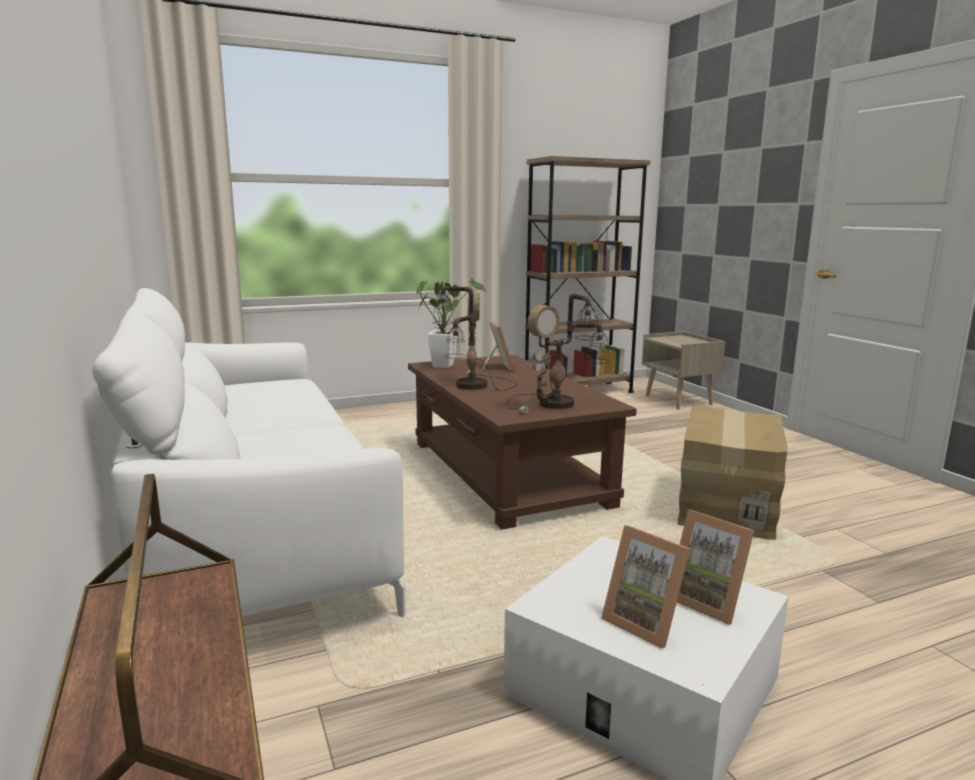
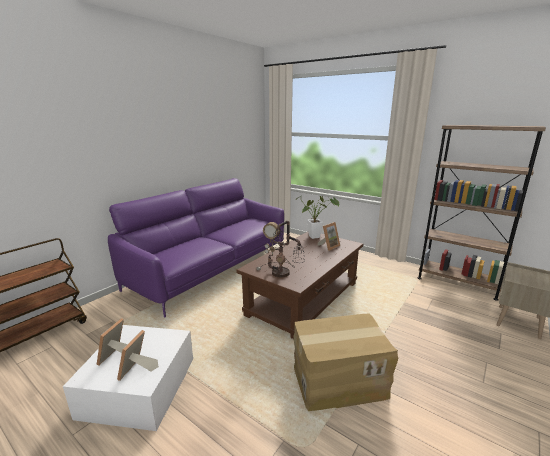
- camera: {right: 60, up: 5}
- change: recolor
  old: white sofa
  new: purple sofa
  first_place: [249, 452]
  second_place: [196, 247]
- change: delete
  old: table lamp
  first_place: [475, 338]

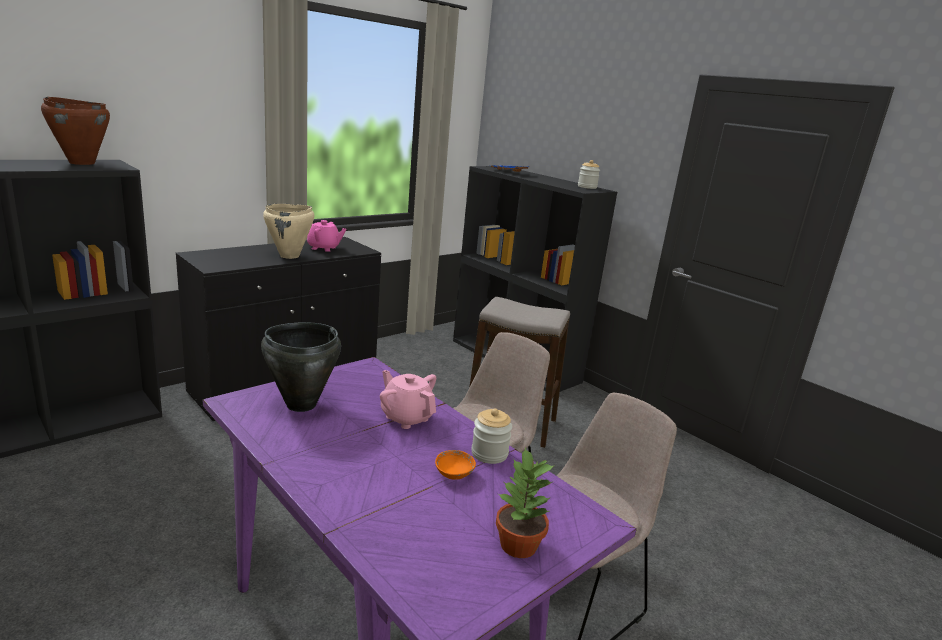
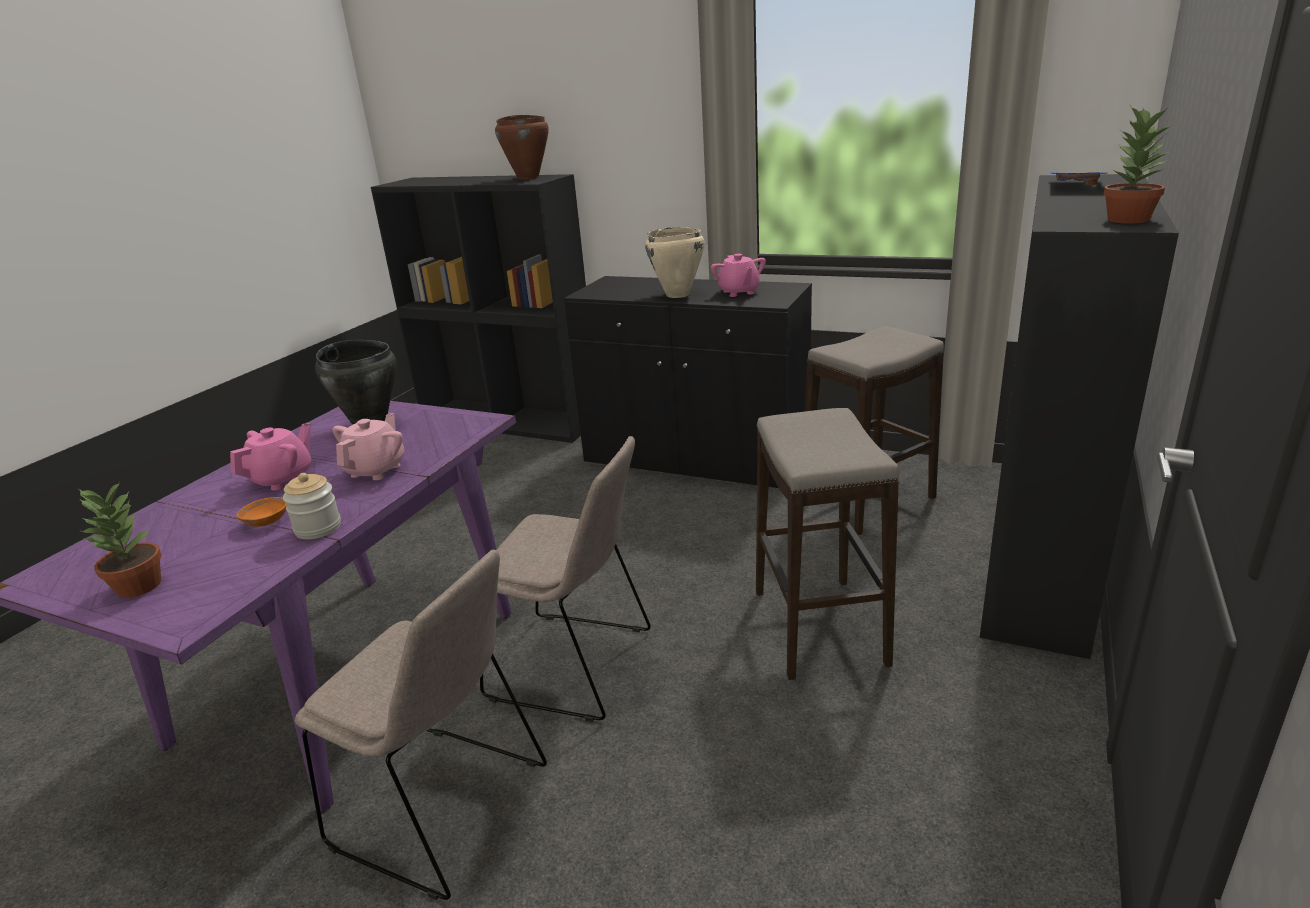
- camera: {right: 70, up: 5}
- change: replace
  old: jar
  new: potted plant
  first_place: [589, 174]
  second_place: [1138, 164]
- change: insert
  new: pink teapot
  second_place: [270, 457]
- change: insert
  new: stool
  second_place: [874, 431]

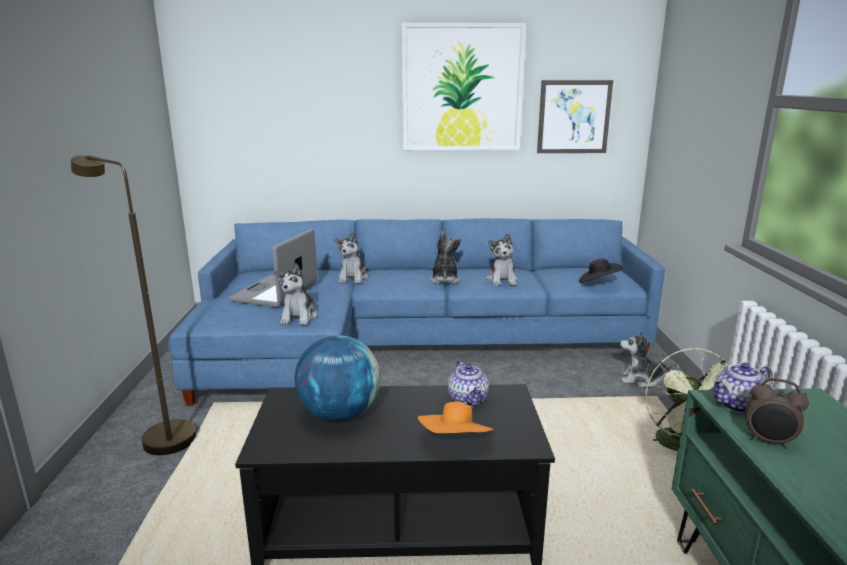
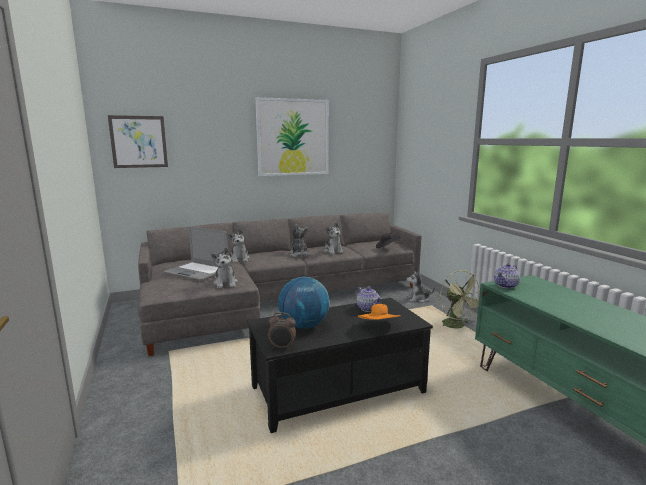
- camera: {right: -20, up: -5}
- change: delete
  old: brown floor lamp
  first_place: [133, 305]
- change: recolor
  old: blue sofa
  new: grey sofa
  first_place: [416, 312]
  second_place: [279, 284]
- change: rotate
  old: laptop
  first_place: [273, 267]
  second_place: [196, 253]
  degrees: -60
- change: move
  old: picture
  first_place: [575, 116]
  second_place: [138, 141]
- change: move
  old: alarm clock
  first_place: [777, 413]
  second_place: [282, 331]

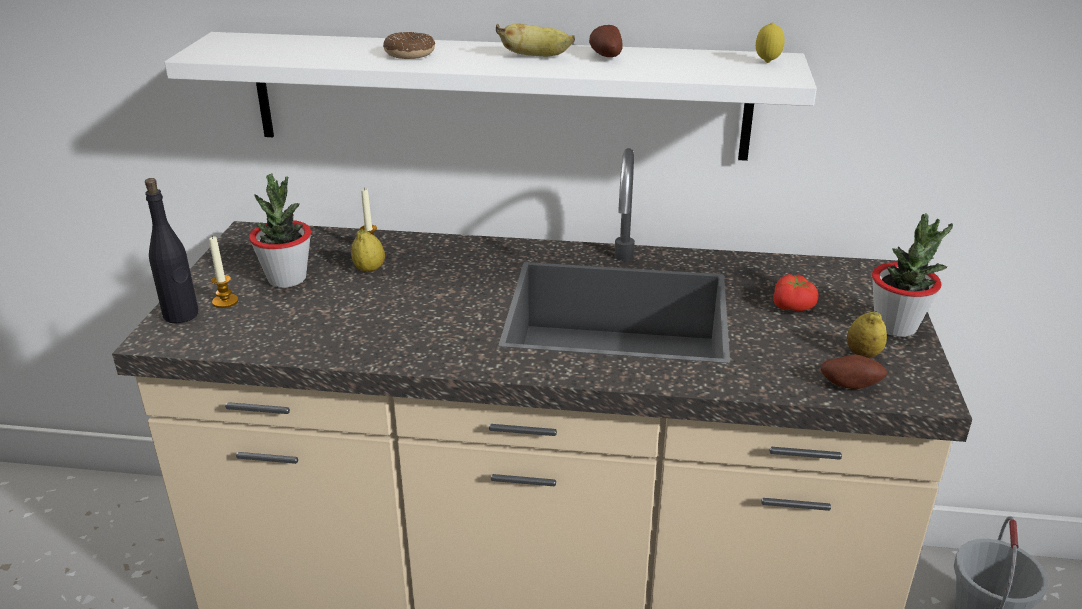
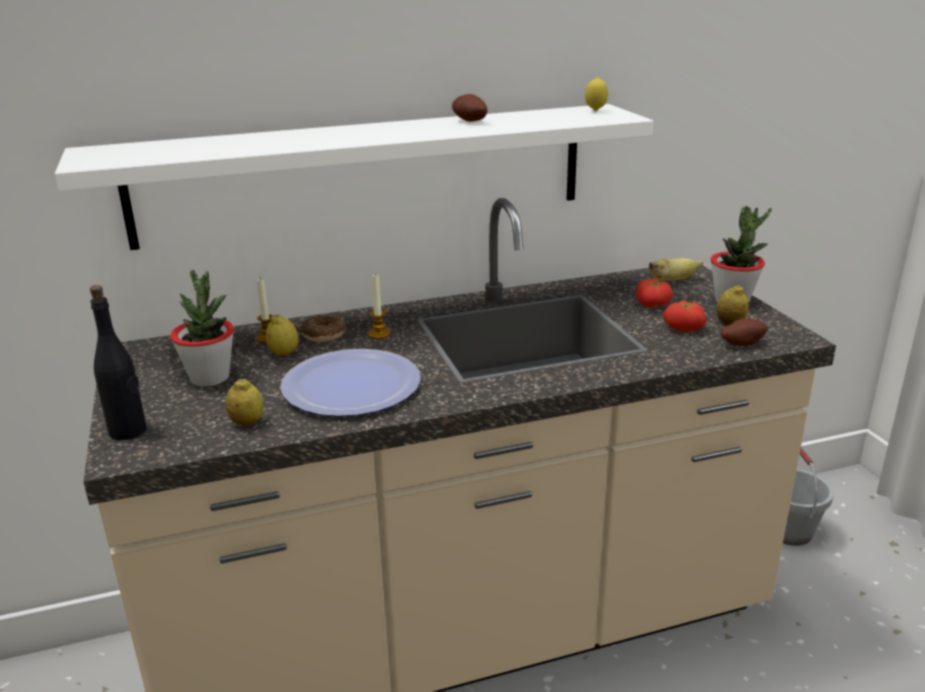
- camera: {right: -25, up: -5}
- change: move
  old: candle
  first_place: [223, 272]
  second_place: [379, 306]
- change: move
  old: donut
  first_place: [409, 45]
  second_place: [323, 328]
- change: move
  old: banana
  first_place: [535, 40]
  second_place: [676, 269]
- change: insert
  new: lemon
  second_place: [244, 402]
- change: insert
  new: plate
  second_place: [350, 382]
- change: insert
  new: tomato
  second_place: [684, 316]

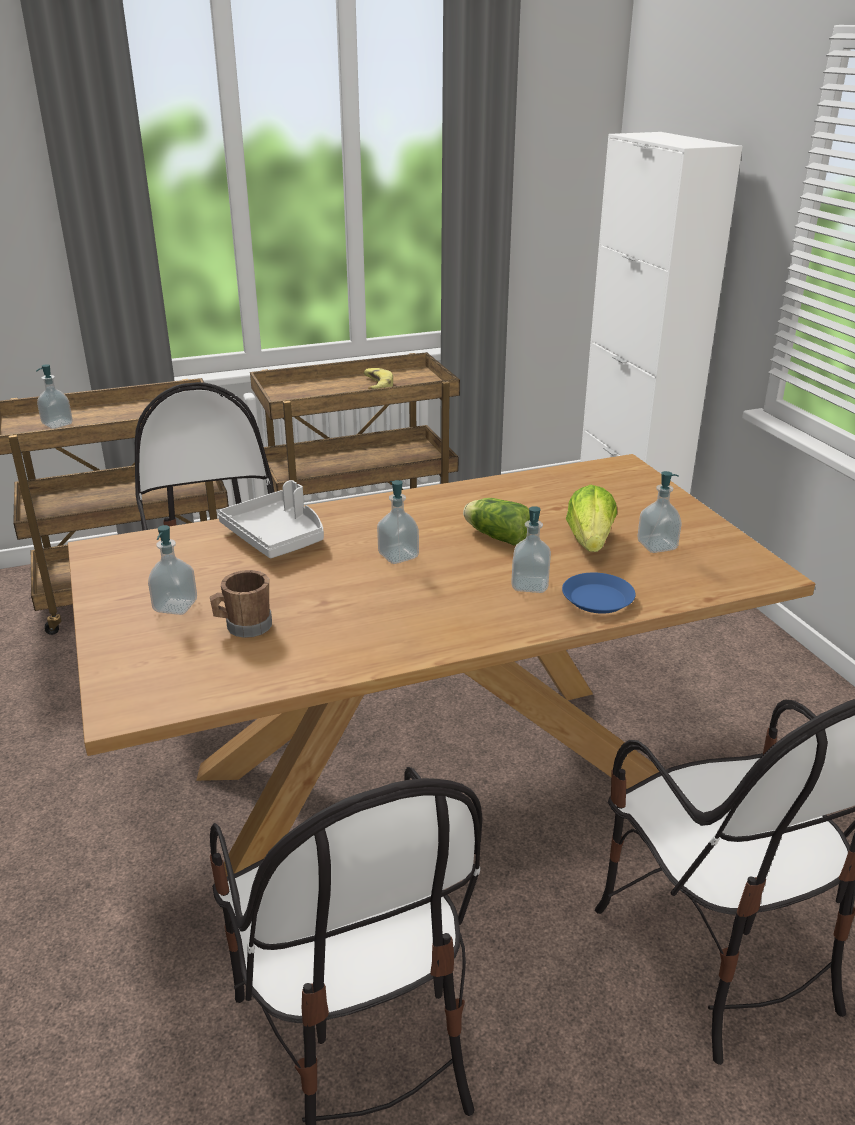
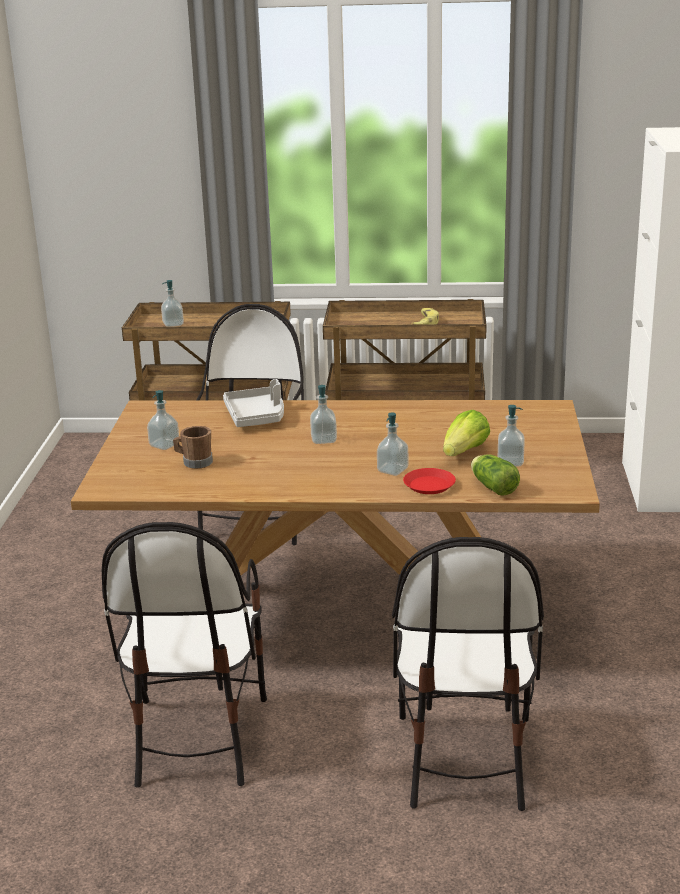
- camera: {right: 25, up: -5}
- change: move
  old: lettuce
  first_place: [496, 521]
  second_place: [495, 475]
- change: recolor
  old: blue plate
  new: red plate
  first_place: [599, 593]
  second_place: [429, 481]

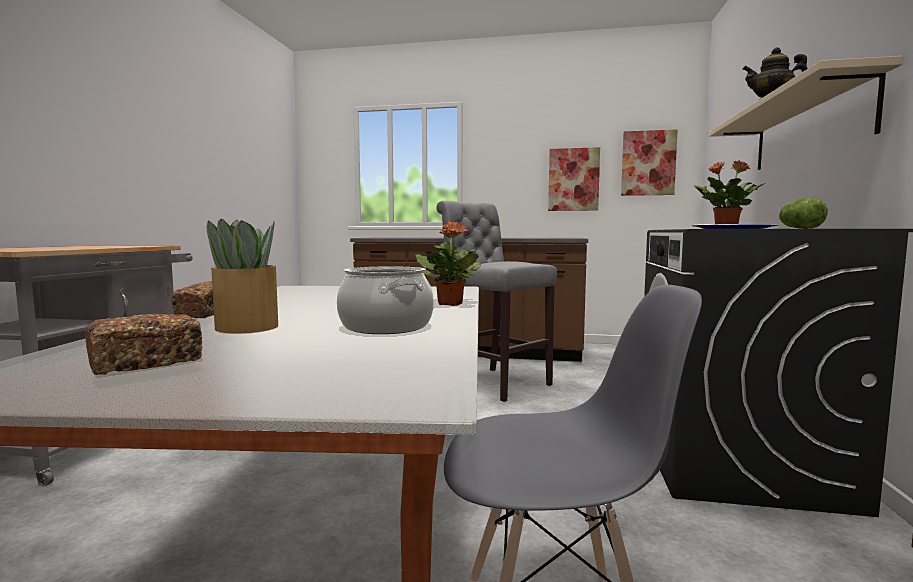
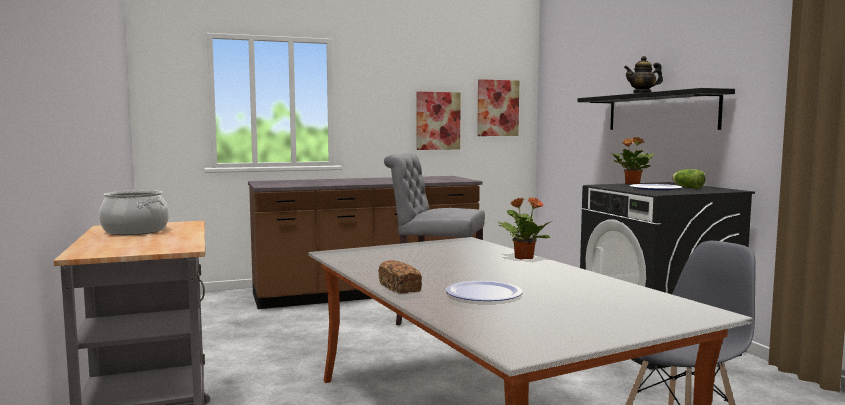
- camera: {right: -30, up: 0}
- change: delete
  old: bread
  first_place: [144, 344]
- change: replace
  old: potted plant
  new: plate
  first_place: [242, 276]
  second_place: [484, 291]
- change: move
  old: cooking pot
  first_place: [385, 300]
  second_place: [134, 212]
- change: recolor
  old: beige shelf
  new: black shelf
  first_place: [806, 113]
  second_place: [656, 109]

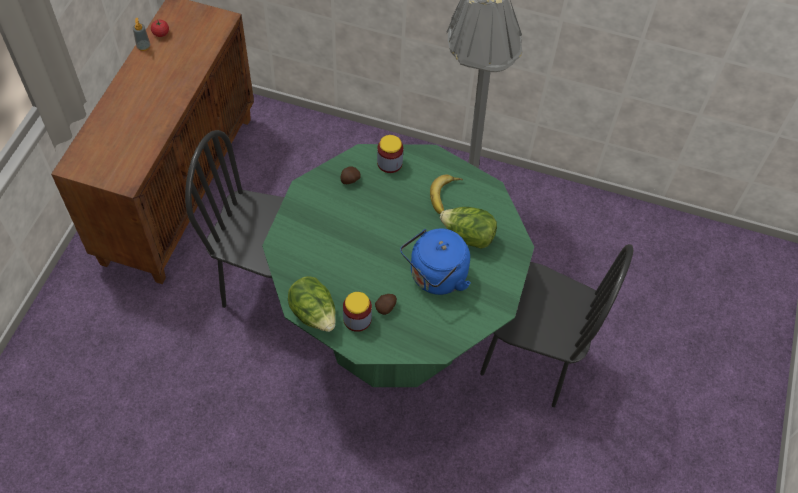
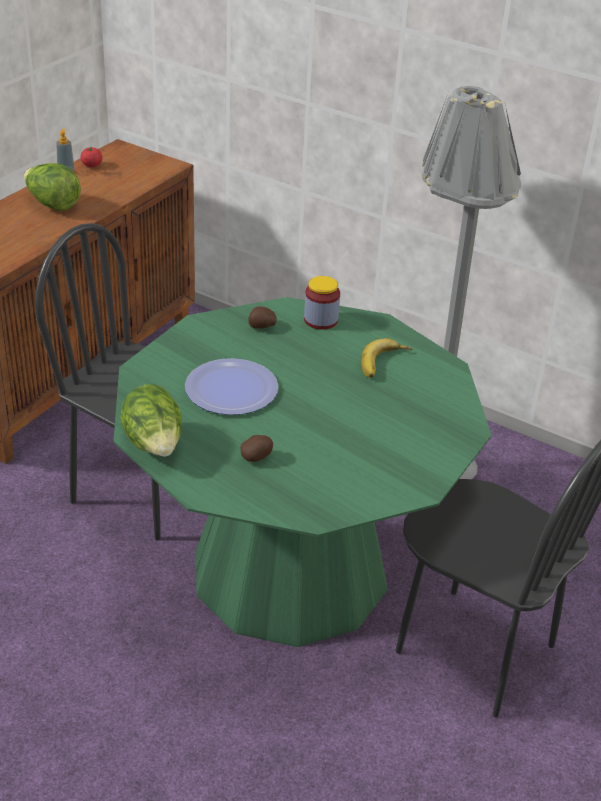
- camera: {right: 15, up: -20}
- change: delete
  old: jar
  first_place: [357, 312]
- change: delete
  old: blue kettle
  first_place: [435, 262]
- change: move
  old: lettuce
  first_place: [468, 228]
  second_place: [52, 187]
- change: insert
  new: plate
  second_place: [232, 386]

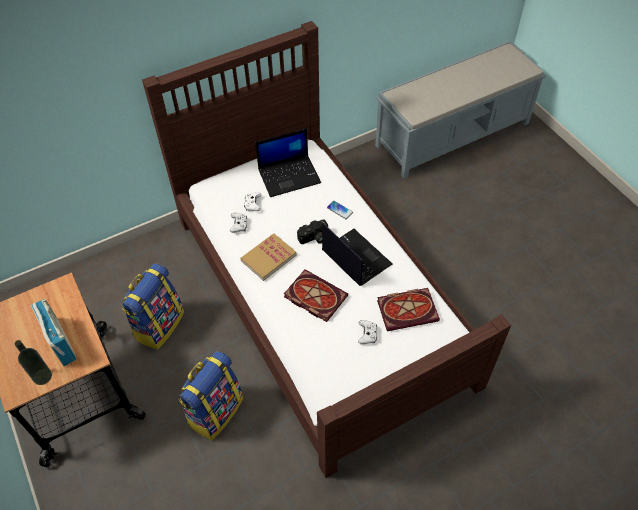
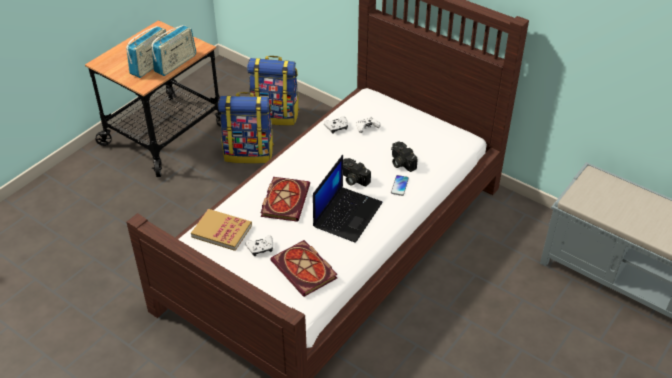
- camera: {right: 65, up: -10}
- change: delete
  old: bottle
  first_place: [33, 362]
- change: move
  old: backpack
  first_place: [210, 395]
  second_place: [273, 91]
- change: move
  old: book
  first_place: [268, 257]
  second_place: [221, 230]
- change: delete
  old: laptop
  first_place: [288, 162]
- change: insert
  new: radio
  second_place: [173, 50]
- change: insert
  new: photo camera
  second_place: [404, 156]

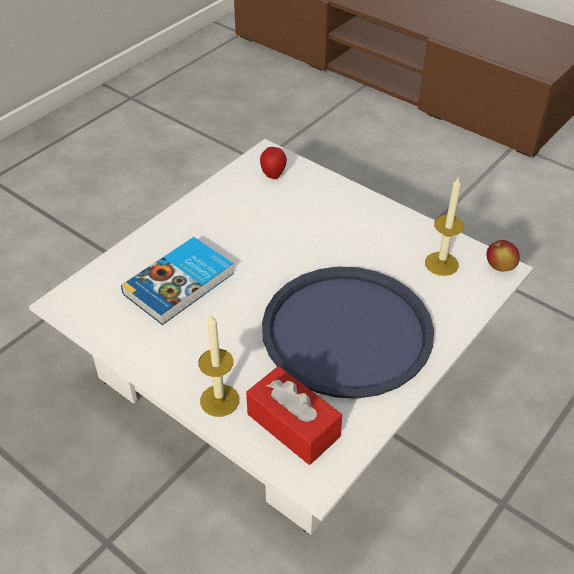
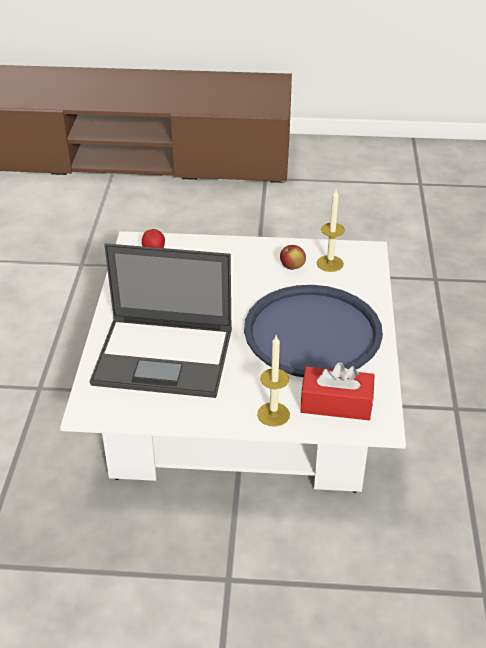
- camera: {right: -35, up: -5}
- change: replace
  old: book
  new: laptop
  first_place: [177, 281]
  second_place: [161, 320]
- change: move
  old: apple
  first_place: [503, 256]
  second_place: [293, 257]

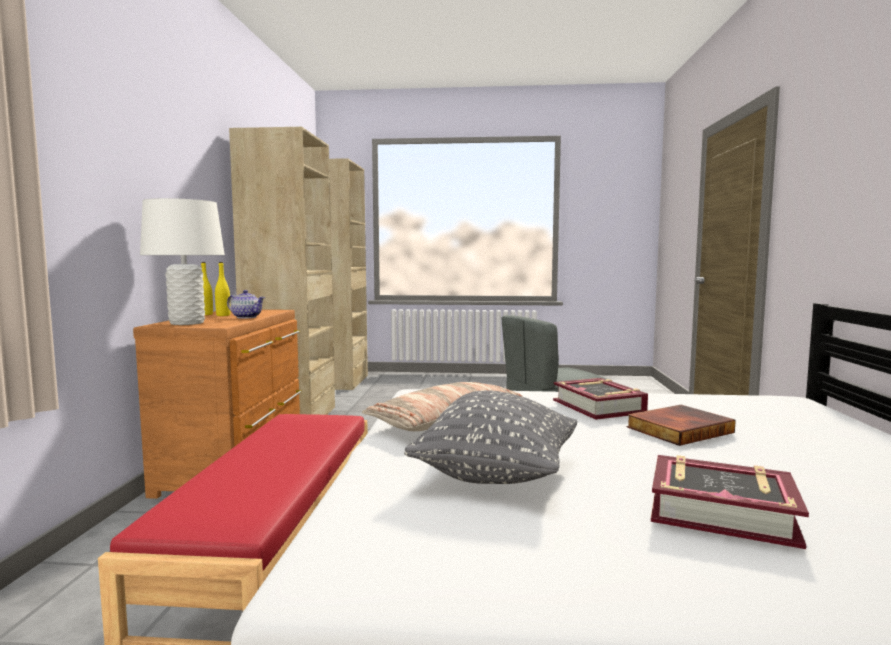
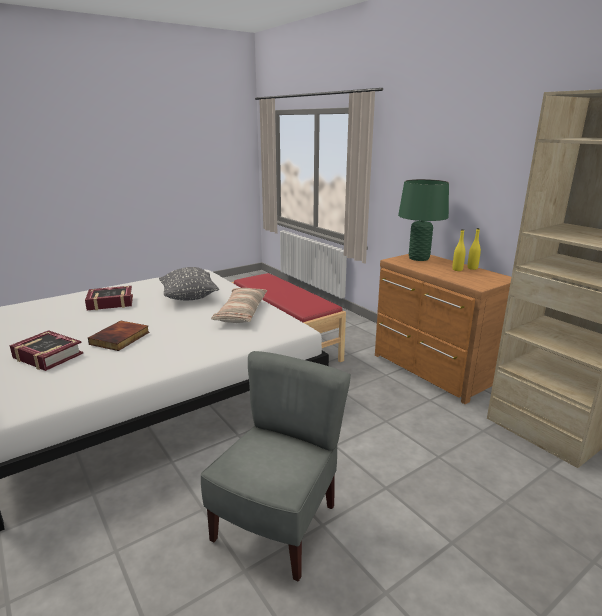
- camera: {right: 140, up: 15}
- change: recolor
  old: white table lamp
  new: green table lamp
  first_place: [182, 261]
  second_place: [423, 220]
- change: delete
  old: teapot
  first_place: [246, 304]
- change: move
  old: book
  first_place: [600, 399]
  second_place: [46, 350]

